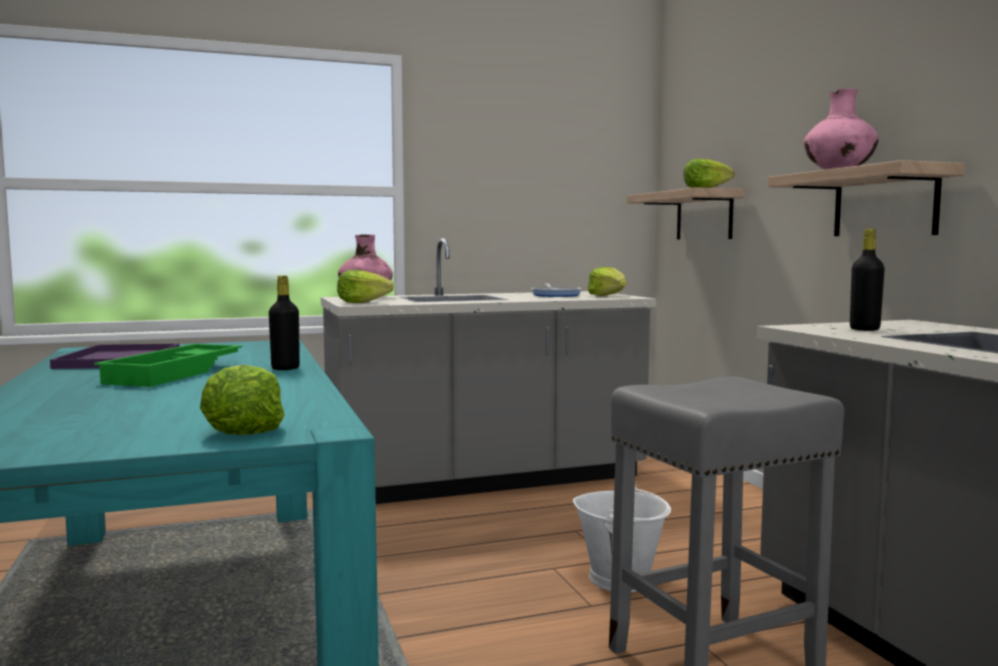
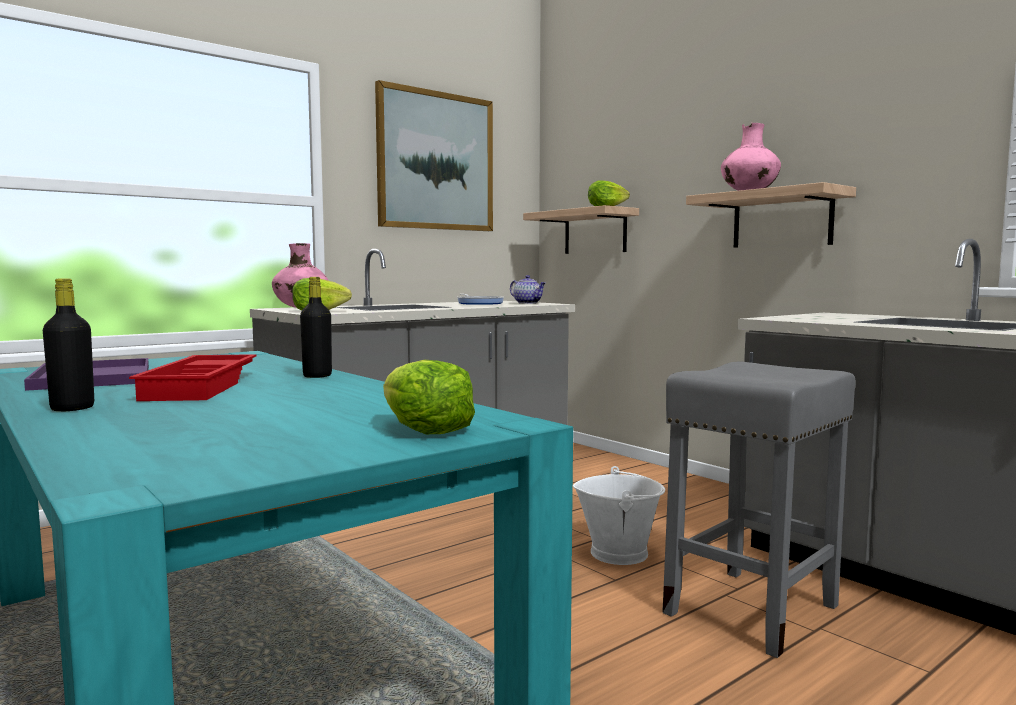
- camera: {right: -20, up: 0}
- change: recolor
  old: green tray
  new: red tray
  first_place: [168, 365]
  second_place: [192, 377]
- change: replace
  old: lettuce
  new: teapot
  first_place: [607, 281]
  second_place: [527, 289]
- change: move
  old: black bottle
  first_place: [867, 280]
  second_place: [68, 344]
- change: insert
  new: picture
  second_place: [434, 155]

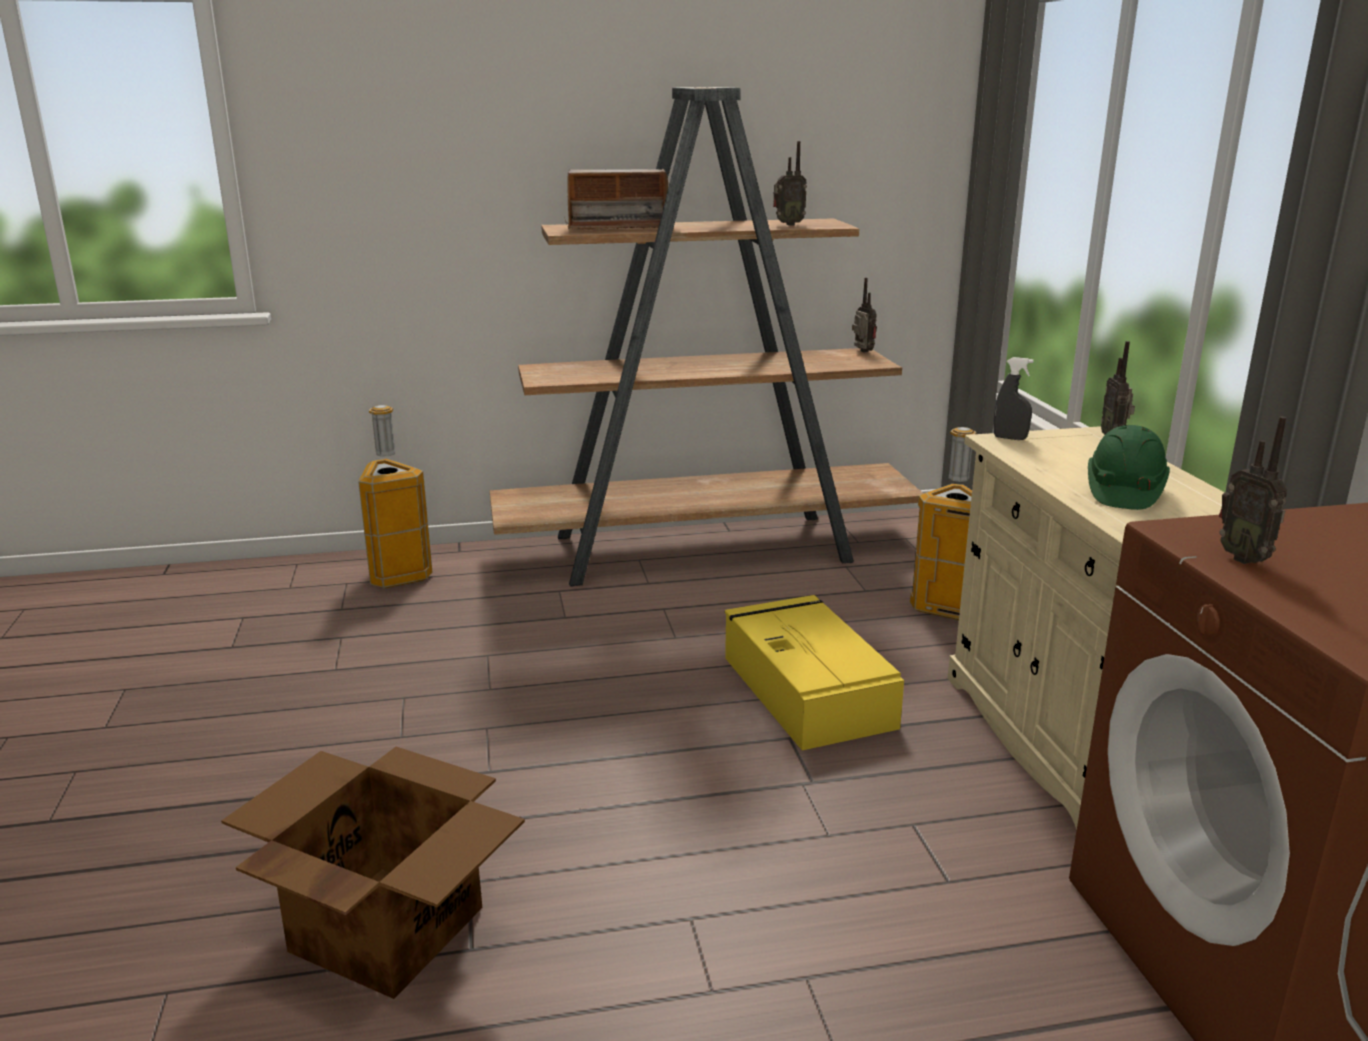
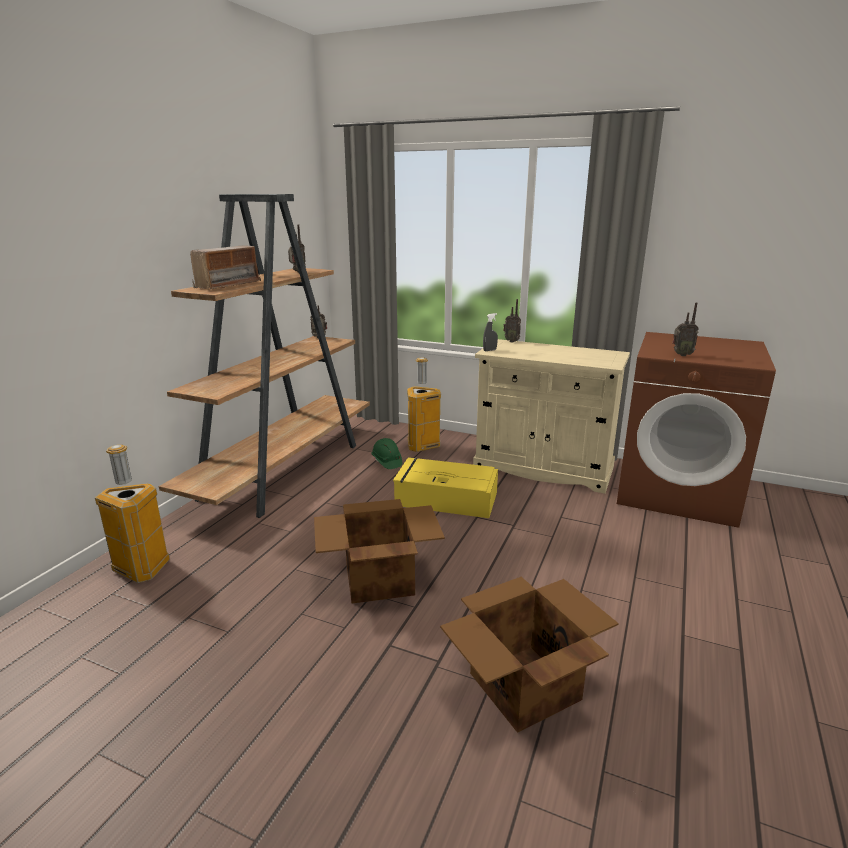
- camera: {right: -55, up: 0}
- change: move
  old: green hard hat
  first_place: [1129, 467]
  second_place: [386, 453]
- change: insert
  new: cardboard box
  second_place: [379, 551]

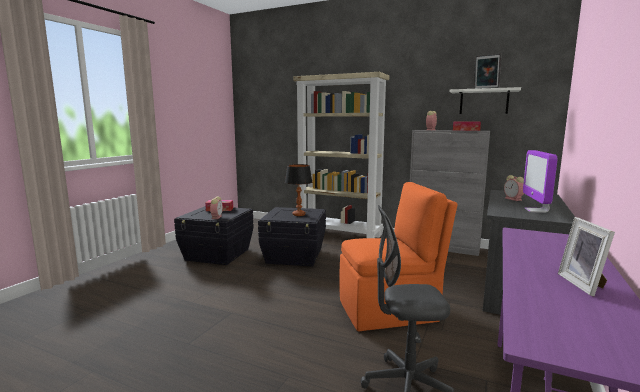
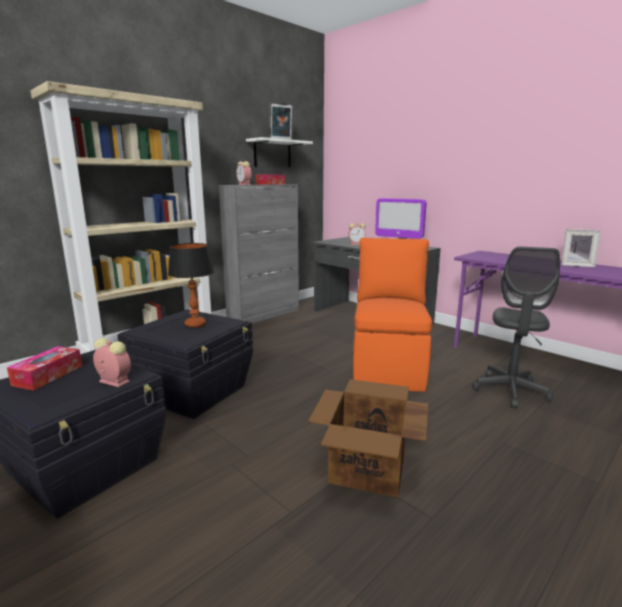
- camera: {right: -70, up: 5}
- change: insert
  new: cardboard box
  second_place: [368, 438]

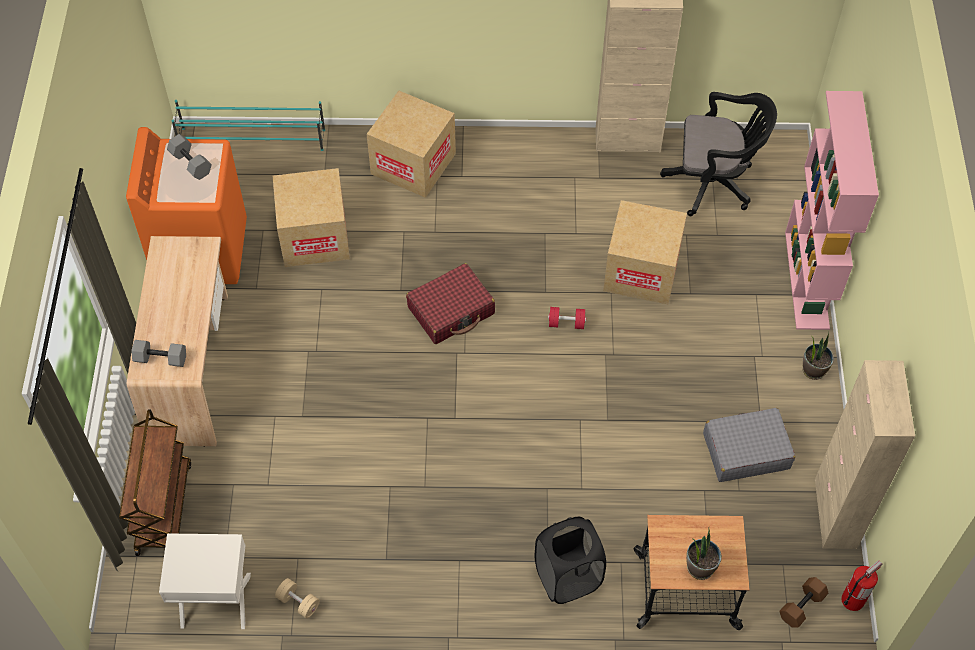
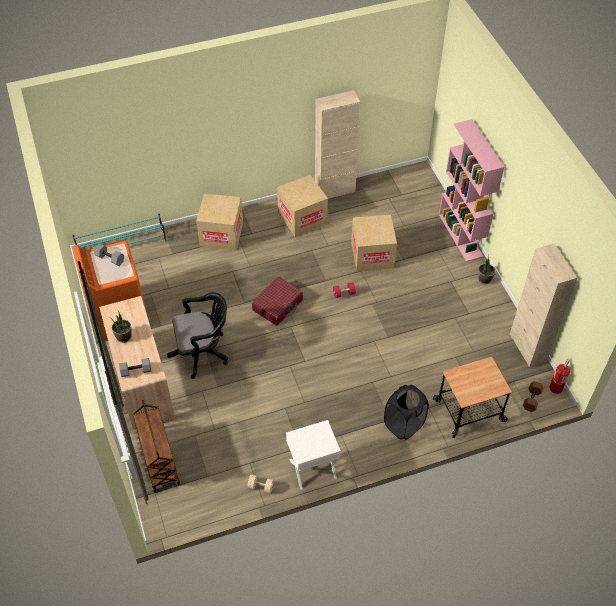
- camera: {right: -20, up: -5}
- change: move
  old: white nightstand
  first_place: [205, 581]
  second_place: [313, 455]
- change: move
  old: cardboard box
  first_place: [311, 217]
  second_place: [302, 206]
- change: move
  old: black office chair
  first_place: [718, 154]
  second_place: [197, 335]
- change: move
  old: potted plant
  first_place: [704, 555]
  second_place: [120, 327]
- change: delete
  old: grey suitcase
  first_place: [749, 445]

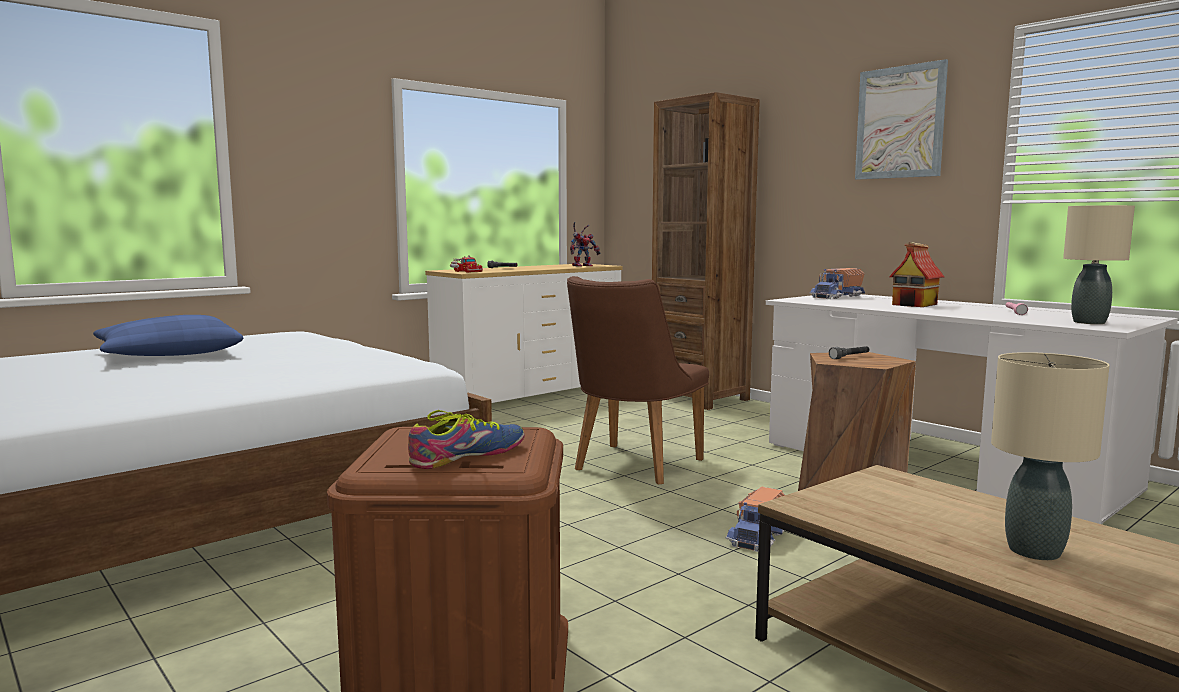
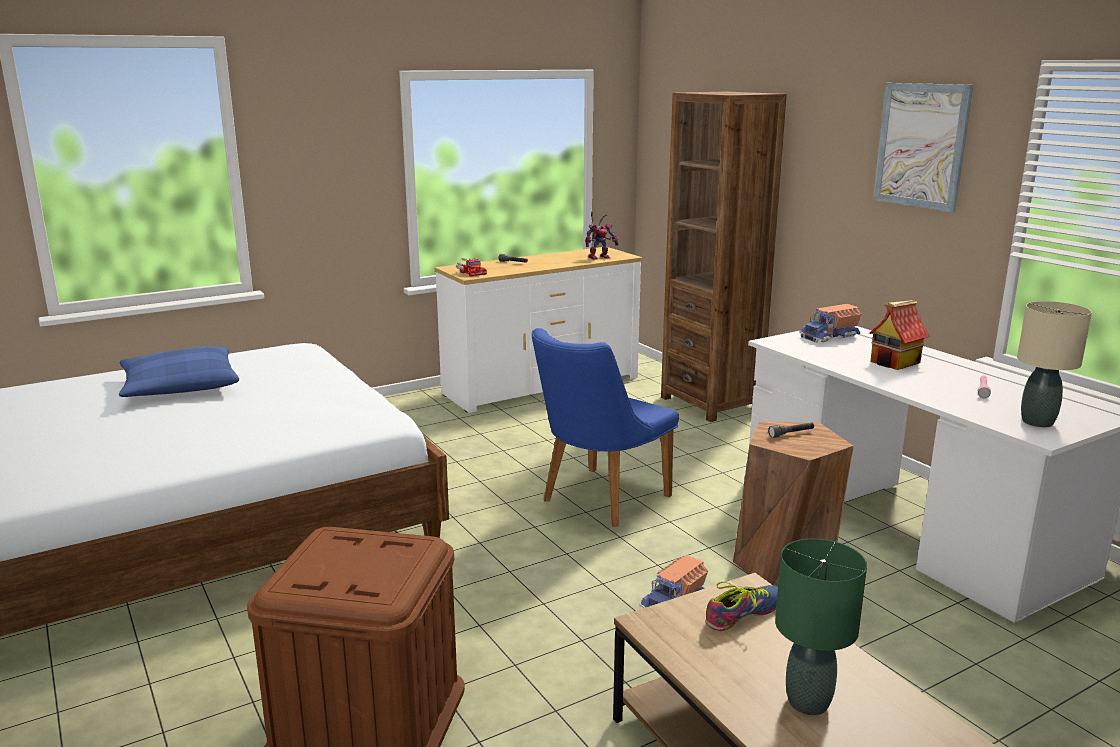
- camera: {right: 10, up: 10}
- change: move
  old: shoe
  first_place: [466, 439]
  second_place: [741, 606]
- change: recolor
  old: brown chair
  new: blue chair
  first_place: [638, 380]
  second_place: [605, 427]
- change: recolor
  old: beige table lamp
  new: green table lamp
  first_place: [1050, 456]
  second_place: [821, 627]

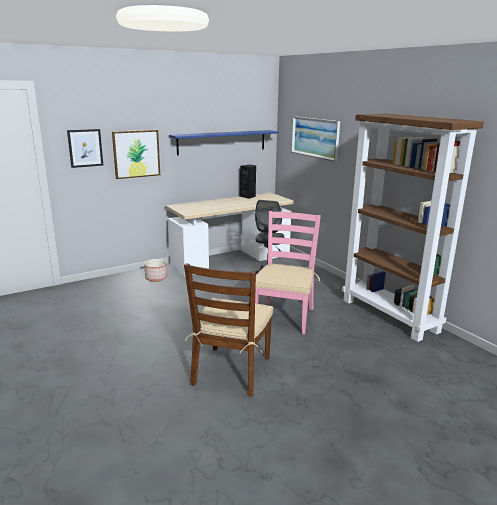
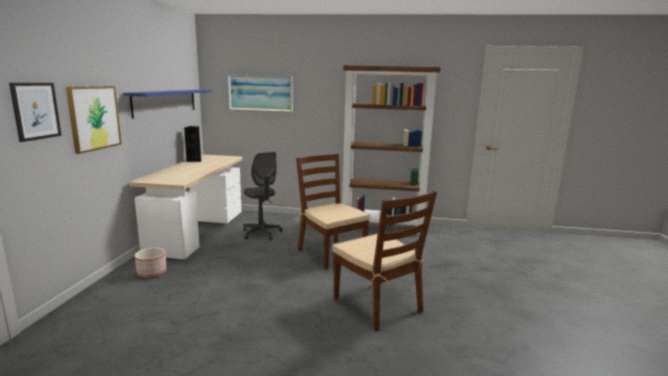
- camera: {right: -50, up: -5}
- change: recolor
  old: pink chair
  new: brown chair
  first_place: [288, 273]
  second_place: [333, 212]

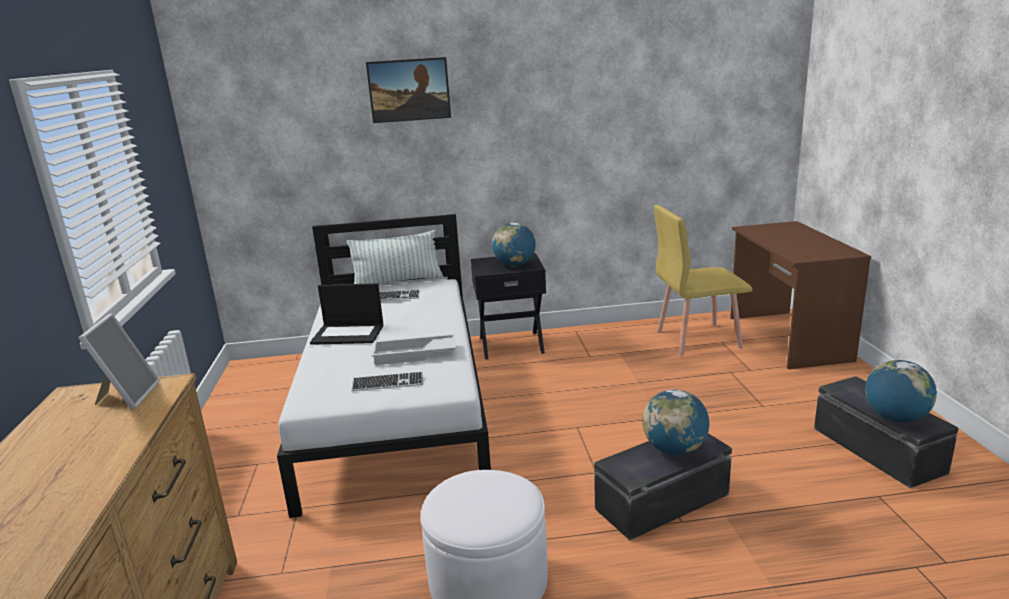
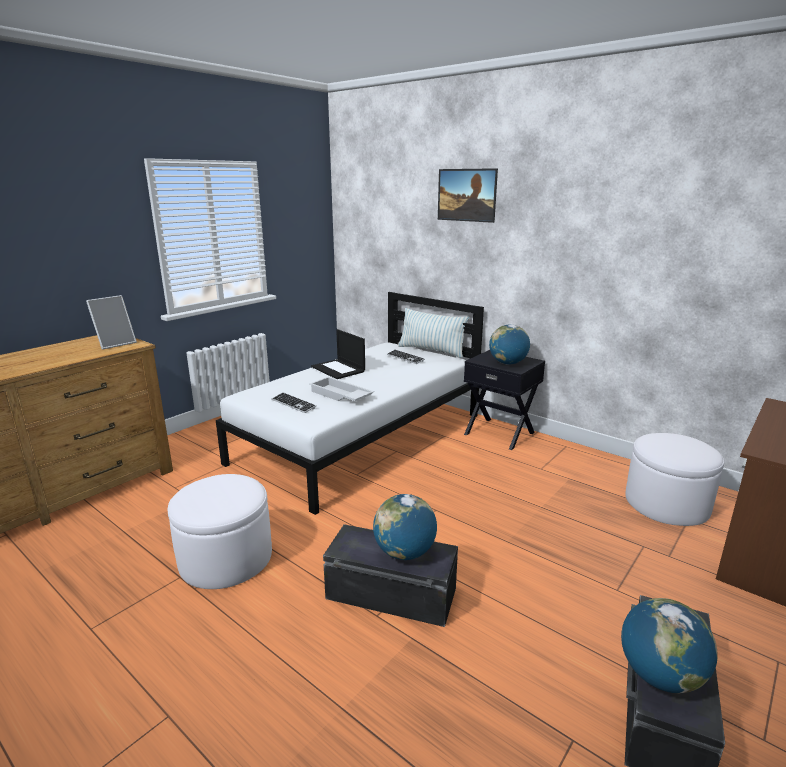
- camera: {right: 45, up: 0}
- change: replace
  old: yellow chair
  new: white ottoman
  first_place: [703, 280]
  second_place: [674, 479]

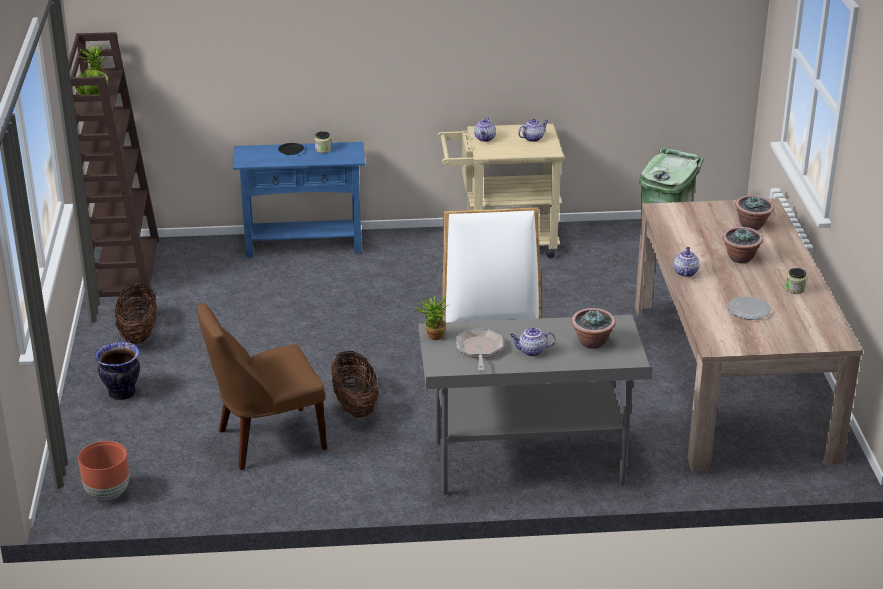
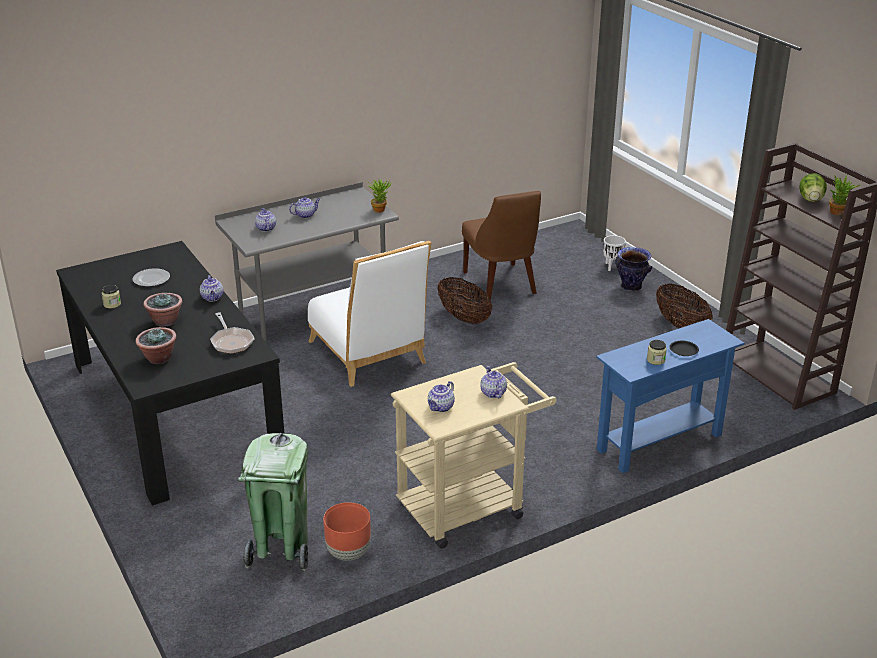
- camera: {right: 155, up: 0}
- change: move
  old: brown planter
  first_place: [103, 470]
  second_place: [347, 531]
- change: rotate
  old: brown chair
  first_place: [262, 386]
  second_place: [501, 245]
  degrees: 120
- change: move
  old: frying pan
  first_place: [479, 350]
  second_place: [232, 333]
- change: replace
  old: potted plant
  new: teapot
  first_place: [593, 328]
  second_place: [265, 220]
- change: recolor
  old: beige dining table
  new: black dining table
  first_place: [749, 334]
  second_place: [170, 373]
- change: insert
  new: white planter
  second_place: [614, 253]

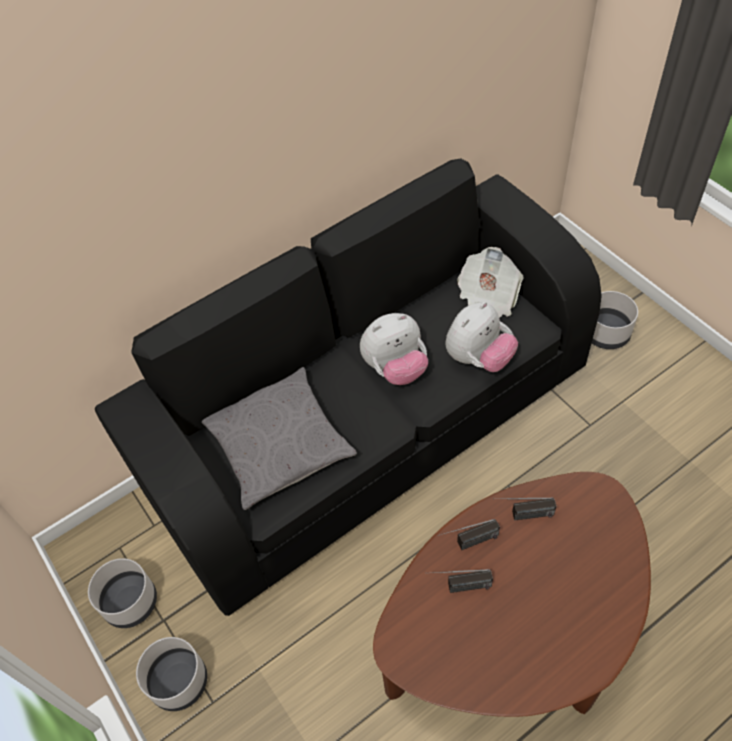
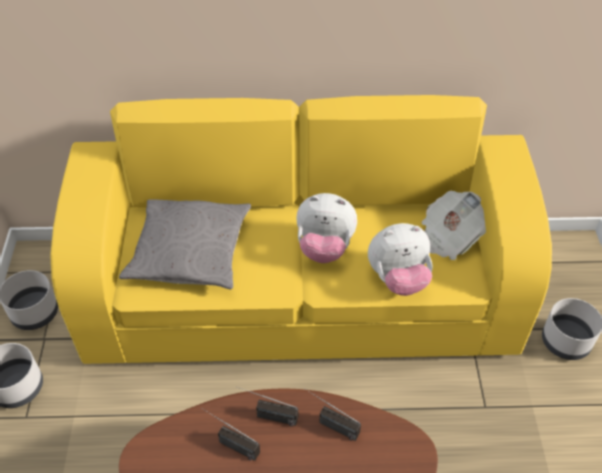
- camera: {right: 30, up: -5}
- change: recolor
  old: black sofa
  new: yellow sofa
  first_place: [348, 387]
  second_place: [301, 229]

